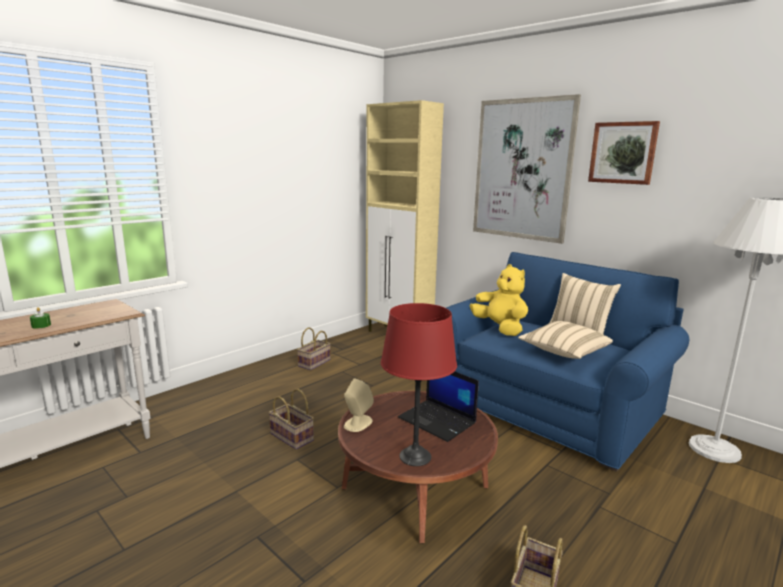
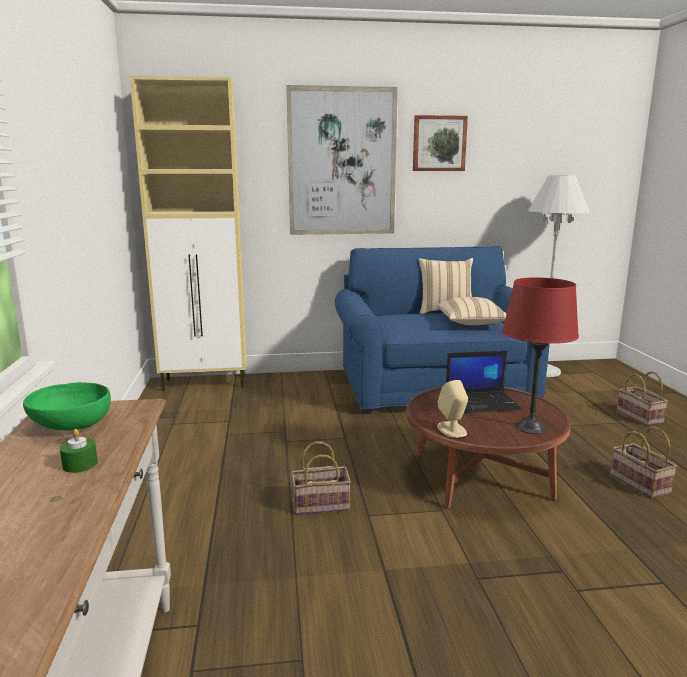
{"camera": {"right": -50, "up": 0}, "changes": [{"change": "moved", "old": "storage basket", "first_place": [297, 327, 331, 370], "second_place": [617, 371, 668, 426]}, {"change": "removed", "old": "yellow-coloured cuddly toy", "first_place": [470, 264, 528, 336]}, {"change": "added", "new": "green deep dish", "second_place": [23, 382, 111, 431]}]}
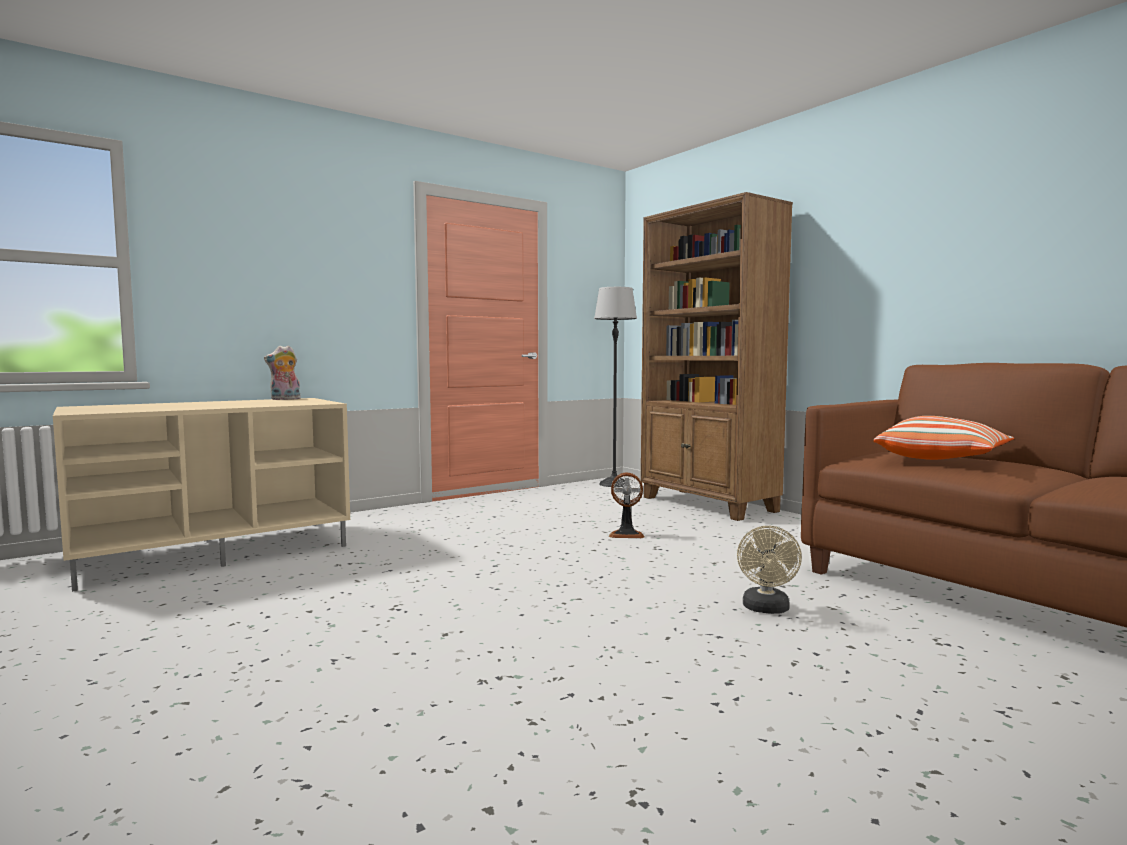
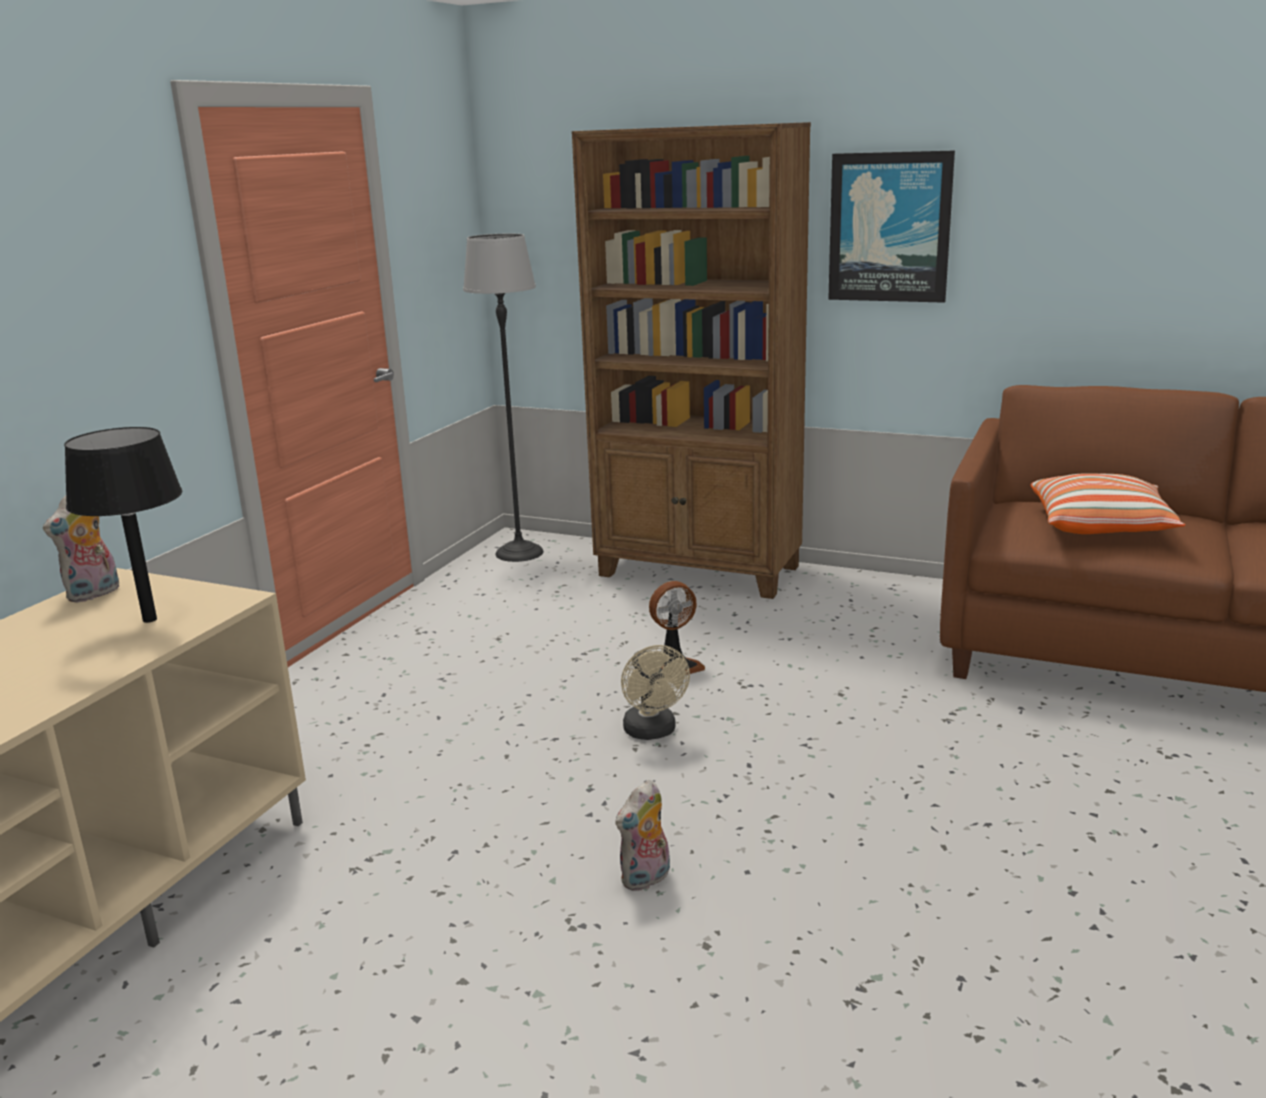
{"camera": {"right": -30, "up": 15}, "changes": [{"change": "moved", "old": "beige-coloured fan", "first_place": [737, 526, 802, 614], "second_place": [621, 645, 690, 740]}, {"change": "added", "new": "blackish tabletop lamp", "second_place": [64, 427, 182, 623]}, {"change": "added", "new": "cuddly toy", "second_place": [615, 780, 670, 891]}, {"change": "added", "new": "wall picture", "second_place": [828, 151, 955, 303]}]}
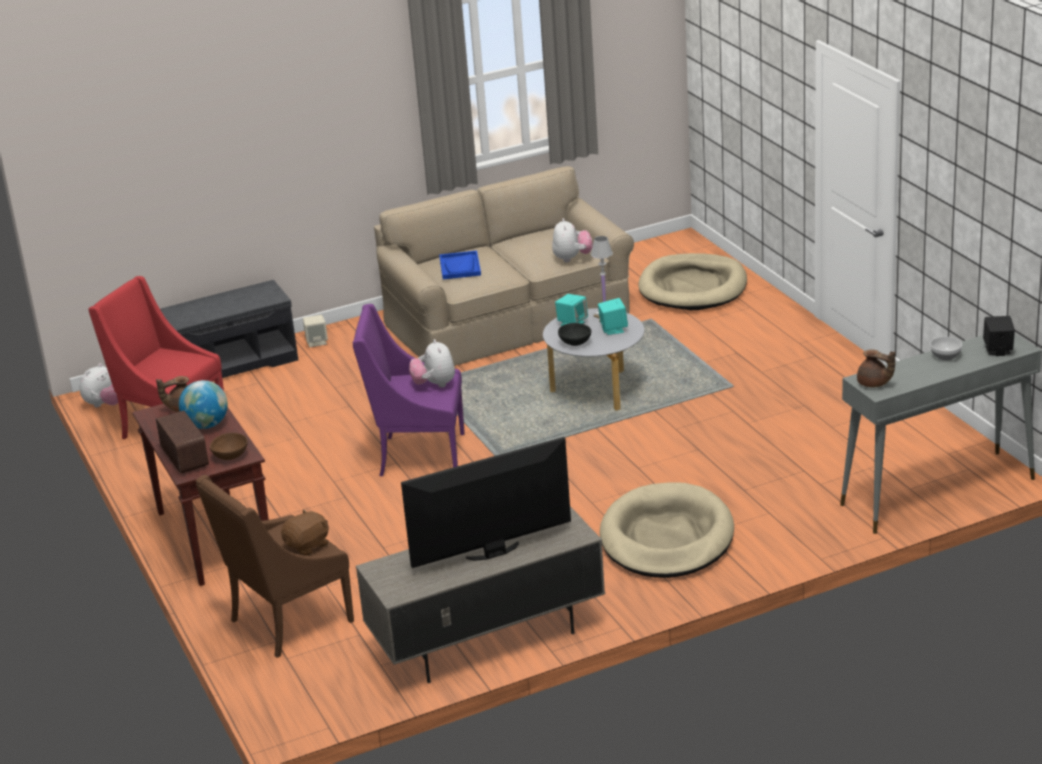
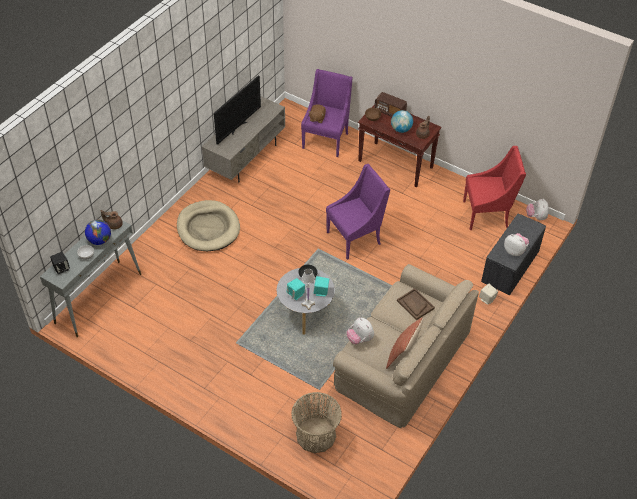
{"camera": {"right": 145, "up": 20}, "changes": [{"change": "recoloured", "old": "brown easy chair", "new": "purplish easy chair", "first_place": [196, 475, 354, 658], "second_place": [301, 69, 353, 157]}, {"change": "moved", "old": "cuddly toy", "first_place": [409, 339, 455, 388], "second_place": [504, 233, 529, 256]}, {"change": "recoloured", "old": "blue carrying tray", "new": "brown carrying tray", "first_place": [439, 251, 481, 279], "second_place": [397, 288, 435, 320]}, {"change": "replaced", "old": "beige-coloured dog cushion", "new": "storage basket", "first_place": [638, 253, 747, 310], "second_place": [291, 392, 342, 453]}, {"change": "added", "new": "globe", "second_place": [85, 220, 111, 245]}, {"change": "added", "new": "pillow", "second_place": [386, 317, 423, 369]}]}
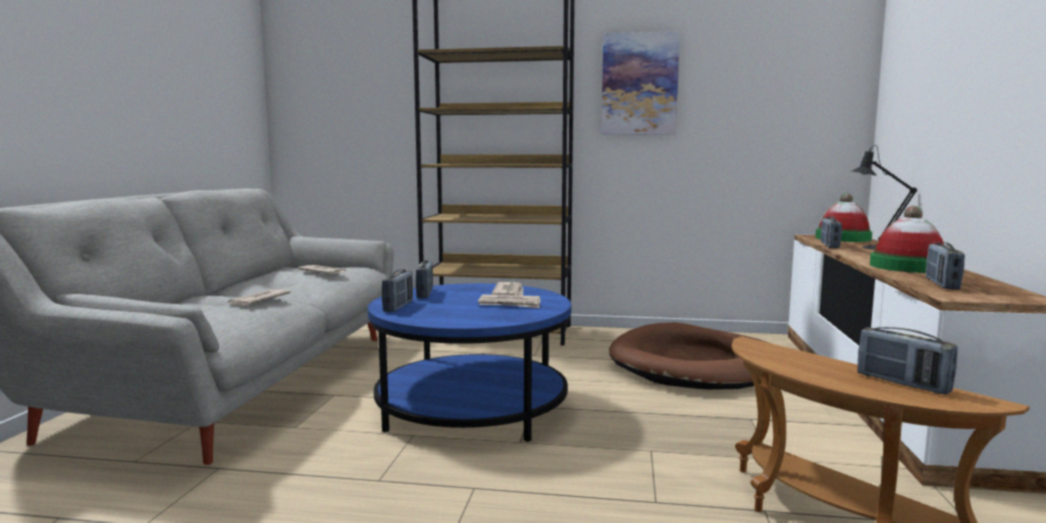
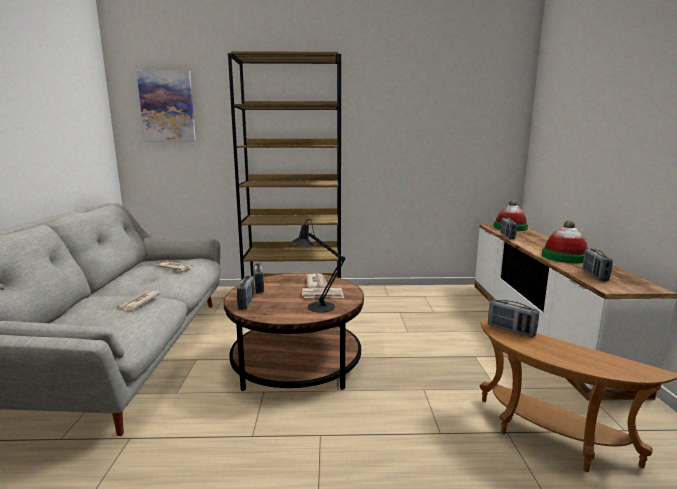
{"camera": {"right": -10, "up": 5}, "changes": [{"change": "recoloured", "old": "blue low table", "new": "brown low table", "first_place": [368, 283, 571, 442], "second_place": [224, 273, 364, 391]}, {"change": "moved", "old": "wall picture", "first_place": [601, 31, 680, 135], "second_place": [136, 70, 196, 141]}, {"change": "removed", "old": "brown dog cushion", "first_place": [609, 322, 772, 390]}, {"change": "moved", "old": "blackish tabletop lamp", "first_place": [852, 145, 917, 250], "second_place": [292, 219, 345, 312]}, {"change": "moved", "old": "radio set", "first_place": [857, 327, 958, 394], "second_place": [488, 299, 539, 337]}]}
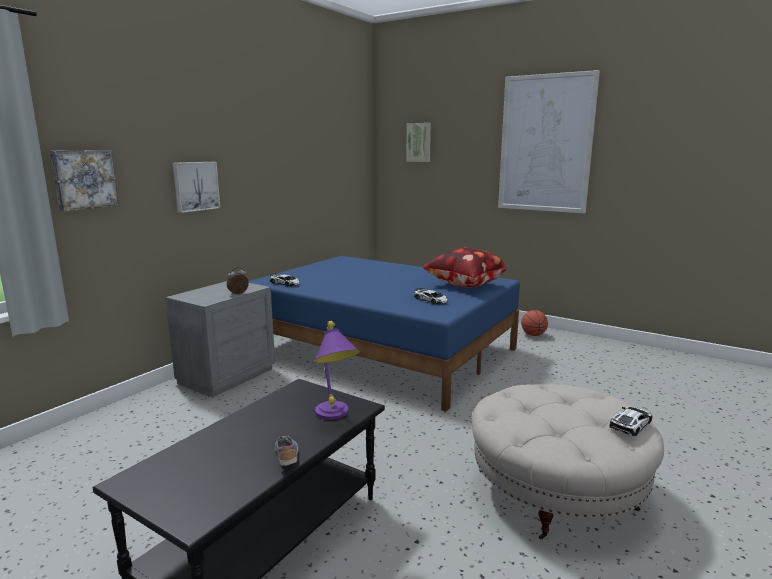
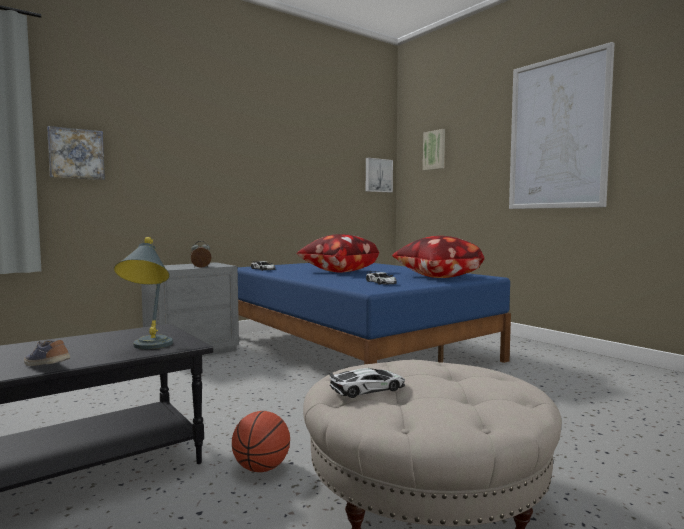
{"camera": {"right": 20, "up": -10}, "changes": [{"change": "moved", "old": "wall picture", "first_place": [173, 162, 220, 213], "second_place": [366, 158, 393, 193]}, {"change": "turned", "old": "item of footwear", "first_place": [275, 436, 298, 466], "second_place": [24, 340, 70, 366], "degrees": -60}, {"change": "recoloured", "old": "purplish tabletop lamp", "new": "gray tabletop lamp", "first_place": [314, 321, 360, 420], "second_place": [114, 237, 173, 349]}, {"change": "moved", "old": "basketball ball", "first_place": [521, 310, 548, 336], "second_place": [232, 411, 290, 472]}, {"change": "moved", "old": "model car", "first_place": [610, 406, 653, 436], "second_place": [329, 368, 405, 398]}, {"change": "added", "new": "pillow", "second_place": [296, 234, 379, 272]}]}
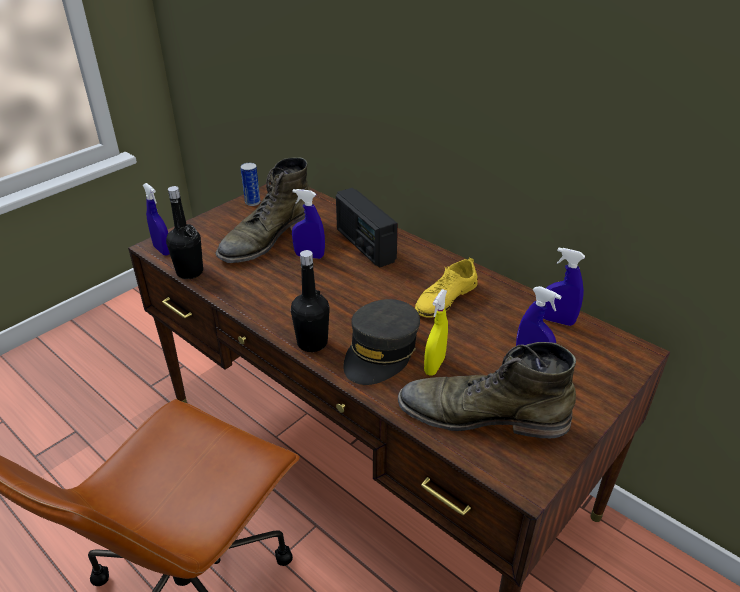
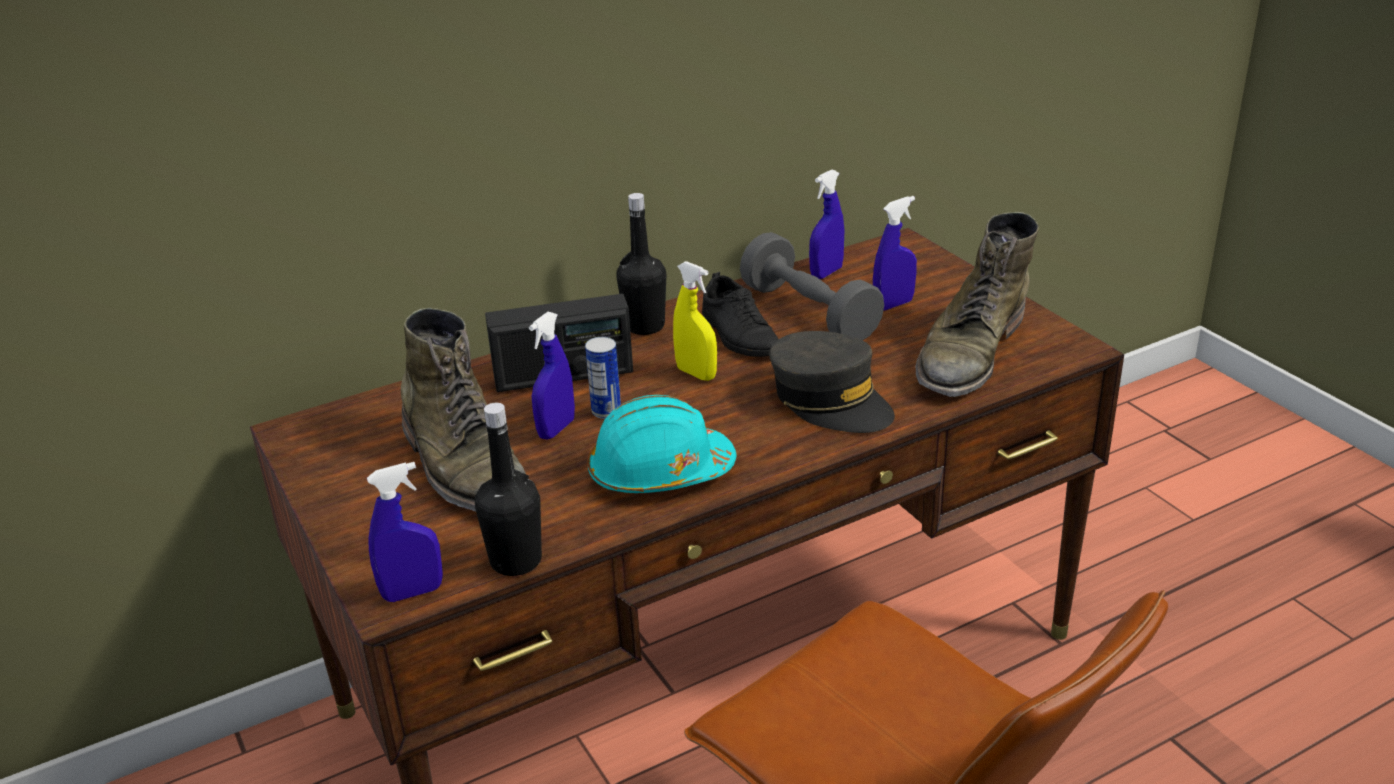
{"camera": {"right": -70, "up": -5}, "changes": [{"change": "moved", "old": "sealed can", "first_place": [240, 163, 260, 206], "second_place": [585, 337, 621, 419]}, {"change": "moved", "old": "blackish drink bottle", "first_place": [291, 250, 330, 352], "second_place": [616, 193, 666, 335]}, {"change": "recoloured", "old": "yellow-coloured item of footwear", "new": "blackish item of footwear", "first_place": [415, 257, 478, 318], "second_place": [702, 272, 778, 357]}, {"change": "moved", "old": "yellow-coloured spray bottle", "first_place": [424, 289, 448, 376], "second_place": [673, 261, 717, 381]}, {"change": "added", "new": "blue-green work helmet", "second_place": [587, 395, 736, 493]}, {"change": "added", "new": "gray hand weight", "second_place": [740, 232, 884, 340]}]}
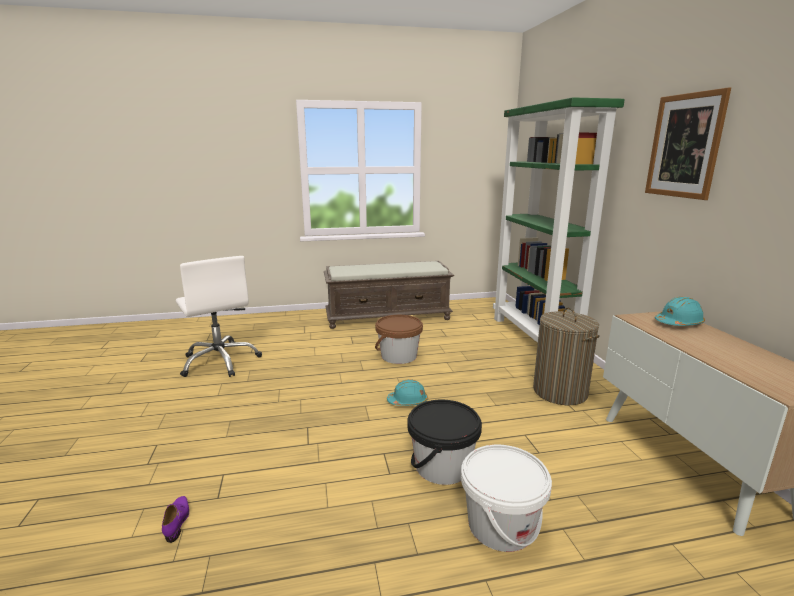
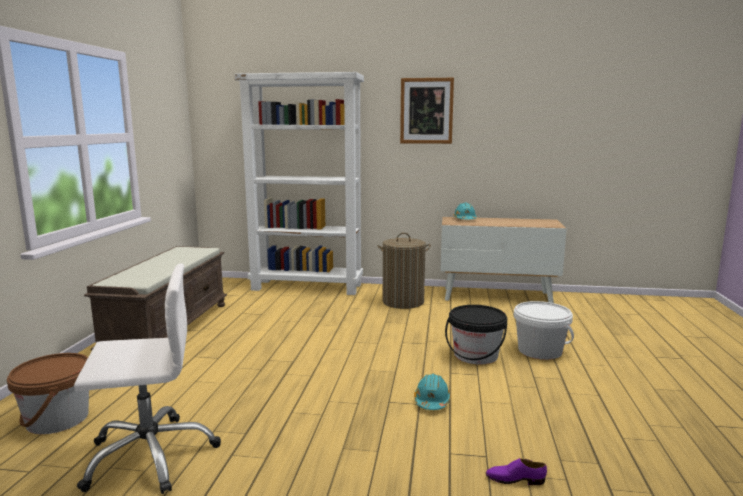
{"camera": {"right": -70, "up": -5}, "changes": [{"change": "moved", "old": "brown pail", "first_place": [375, 315, 423, 364], "second_place": [7, 353, 89, 434]}, {"change": "moved", "old": "blue-green work helmet", "first_place": [387, 379, 428, 406], "second_place": [414, 374, 451, 410]}, {"change": "recoloured", "old": "green bookshelf", "new": "whitish bookshelf", "first_place": [493, 97, 625, 343], "second_place": [235, 72, 364, 295]}]}
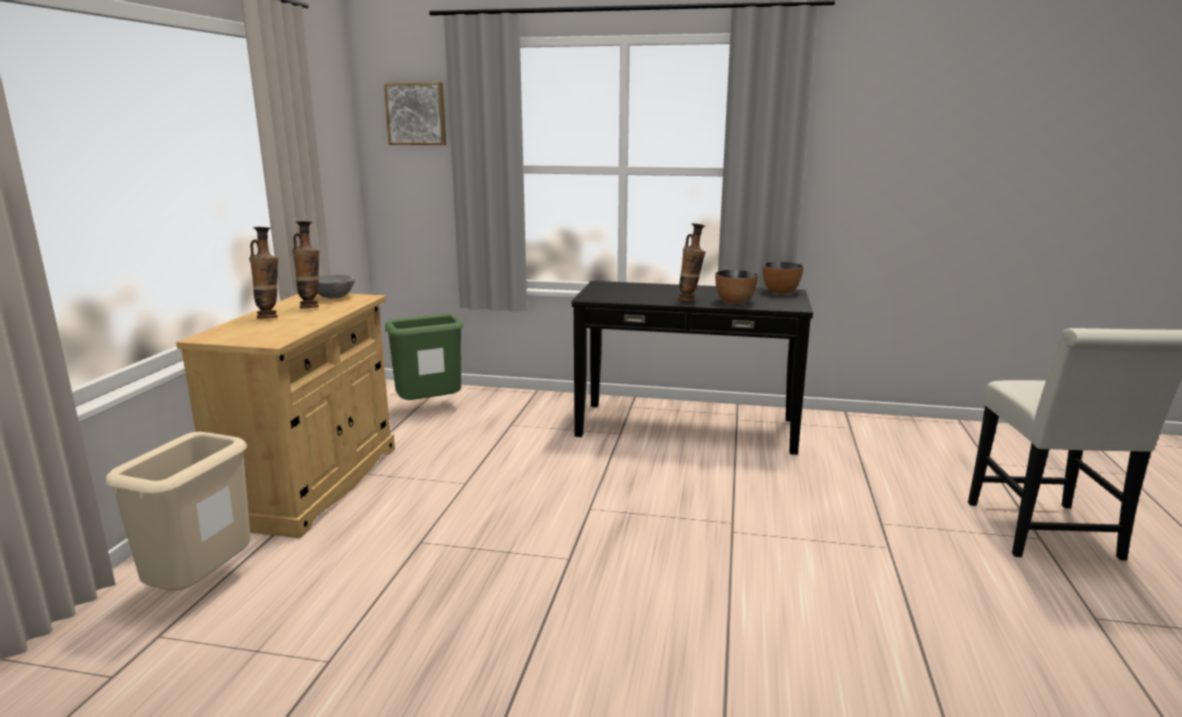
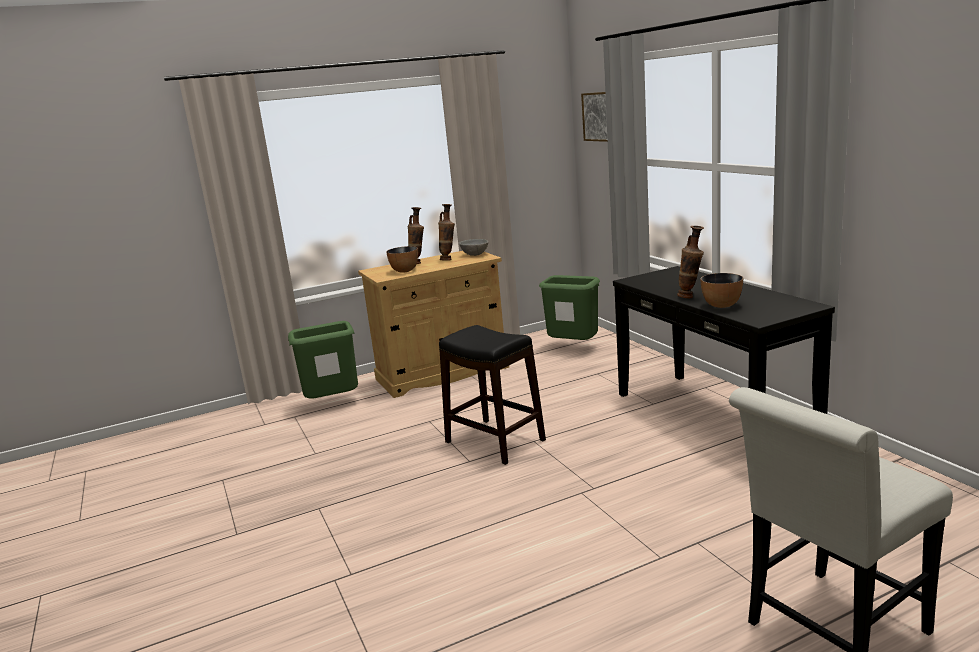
{"camera": {"right": 55, "up": 0}, "changes": [{"change": "recoloured", "old": "beige-coloured rubbish bin", "new": "green rubbish bin", "first_place": [106, 432, 251, 591], "second_place": [288, 321, 358, 399]}, {"change": "moved", "old": "deep dish", "first_place": [763, 262, 804, 294], "second_place": [386, 246, 418, 273]}, {"change": "added", "new": "blackish sitting stool", "second_place": [439, 325, 546, 465]}]}
